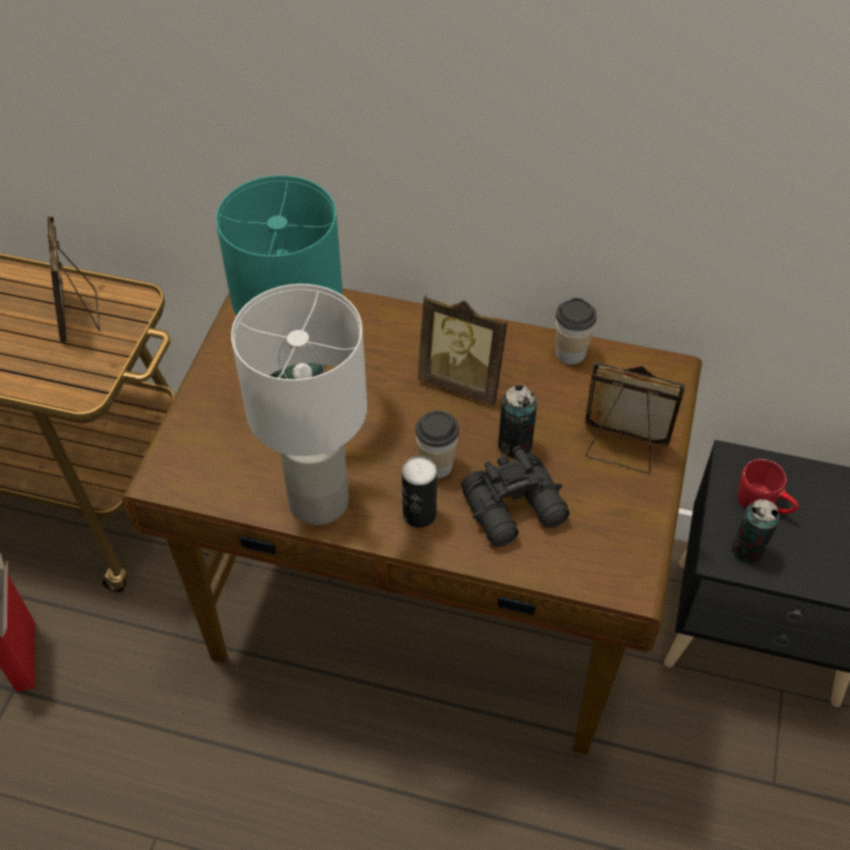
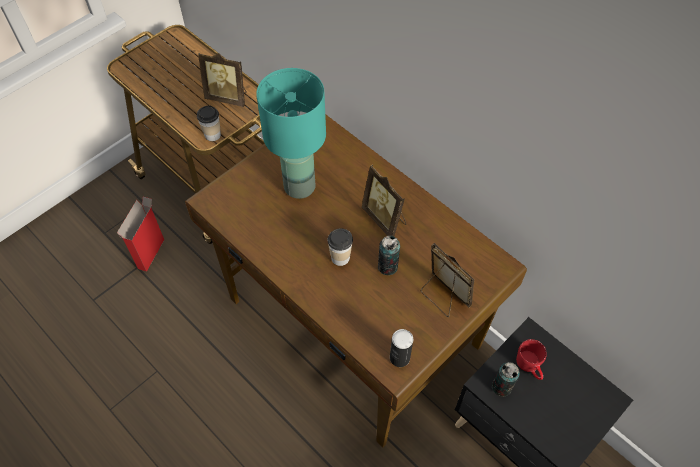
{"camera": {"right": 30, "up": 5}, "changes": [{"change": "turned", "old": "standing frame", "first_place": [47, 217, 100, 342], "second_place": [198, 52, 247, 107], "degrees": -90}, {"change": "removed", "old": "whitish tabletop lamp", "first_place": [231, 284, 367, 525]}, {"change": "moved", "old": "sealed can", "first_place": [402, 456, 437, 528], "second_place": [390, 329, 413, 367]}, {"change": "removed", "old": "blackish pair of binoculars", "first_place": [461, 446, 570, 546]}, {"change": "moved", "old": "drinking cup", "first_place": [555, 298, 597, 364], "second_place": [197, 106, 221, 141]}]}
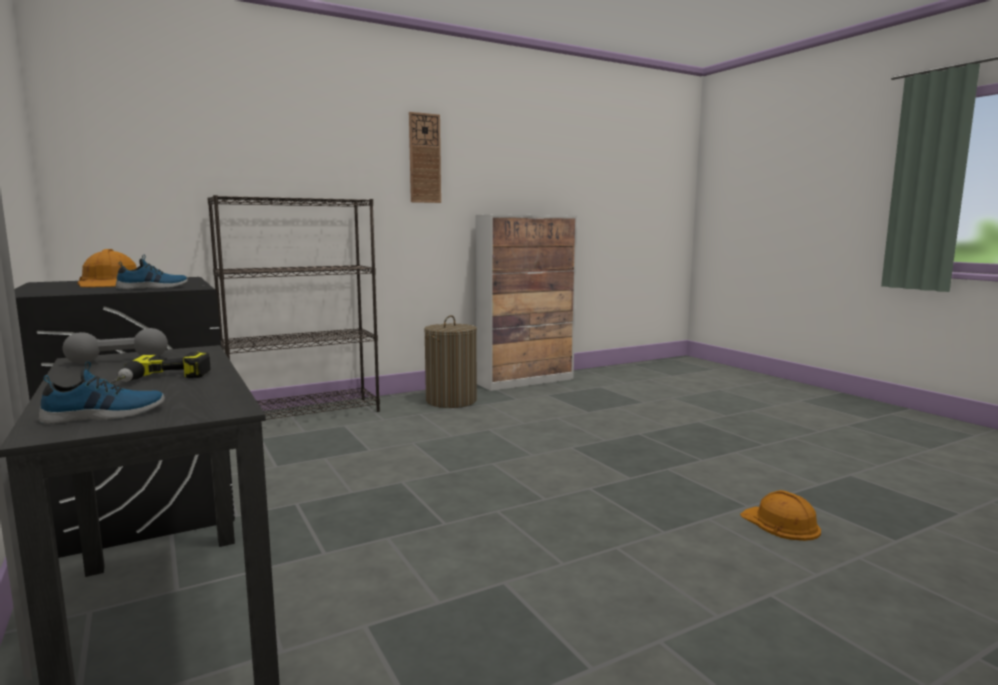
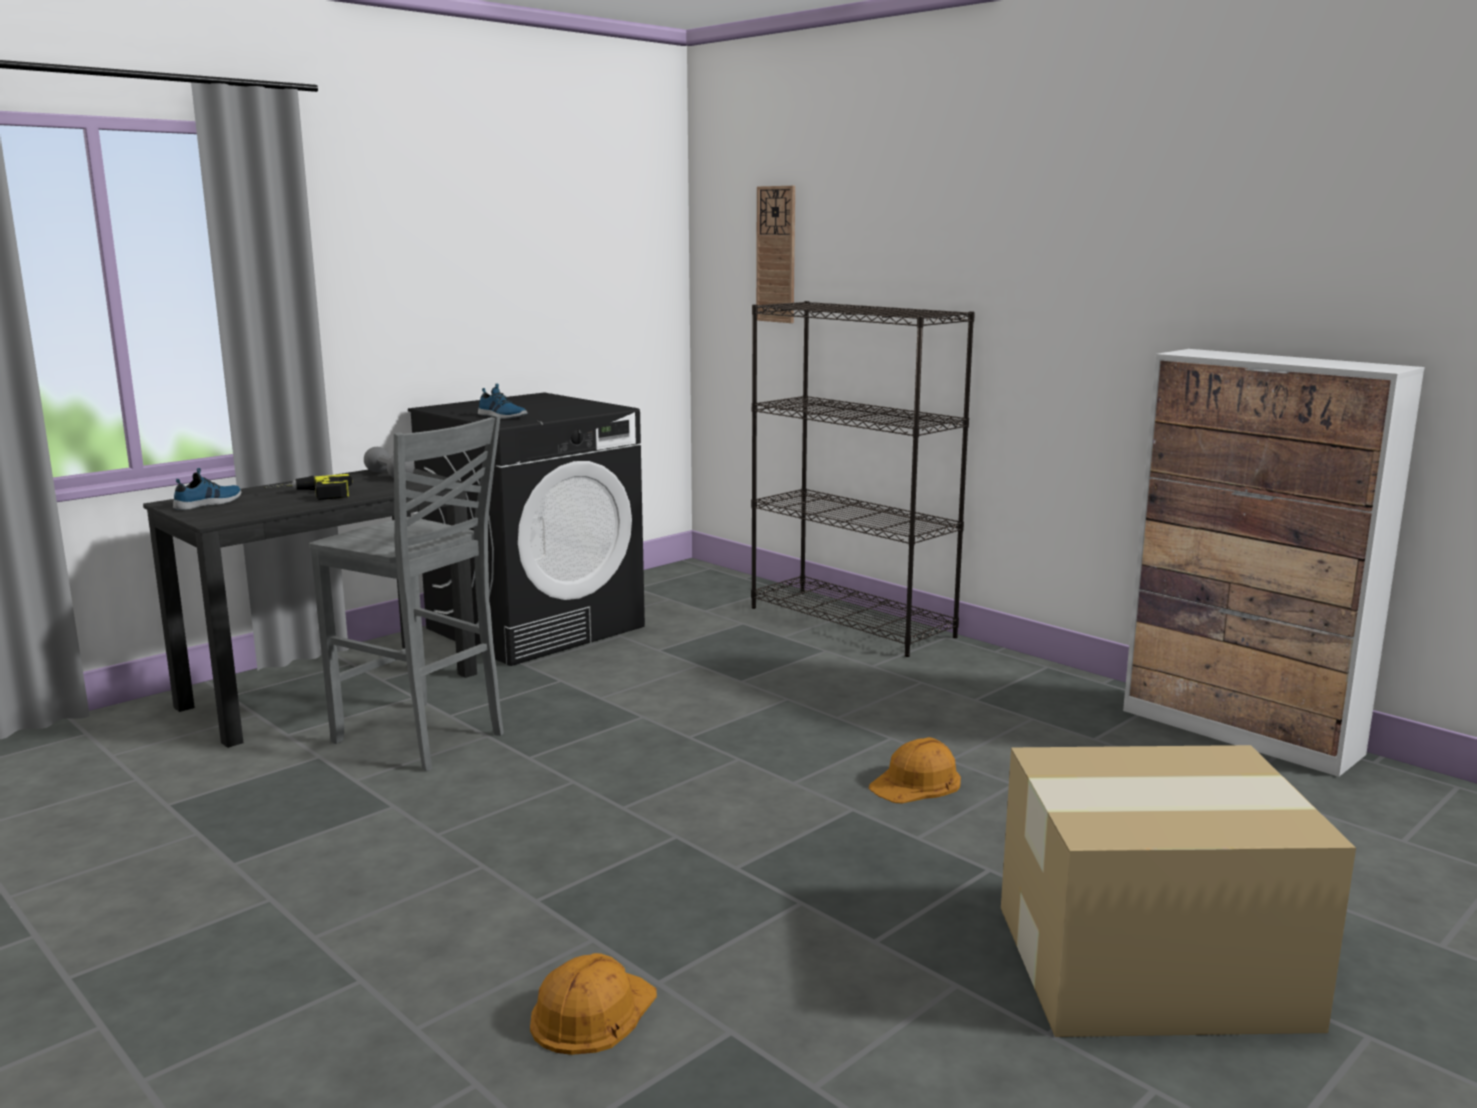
{"camera": {"right": 75, "up": 5}, "changes": [{"change": "turned", "old": "item of footwear", "first_place": [38, 361, 165, 424], "second_place": [173, 468, 241, 510], "degrees": -105}, {"change": "moved", "old": "orange-coloured work helmet", "first_place": [77, 249, 137, 287], "second_place": [869, 737, 961, 804]}, {"change": "moved", "old": "clock on the wall", "first_place": [409, 112, 441, 203], "second_place": [756, 186, 795, 323]}, {"change": "removed", "old": "hamper", "first_place": [424, 315, 477, 408]}, {"change": "added", "new": "gray sitting stool", "second_place": [309, 415, 504, 771]}, {"change": "added", "new": "packing box", "second_place": [1001, 745, 1356, 1037]}]}
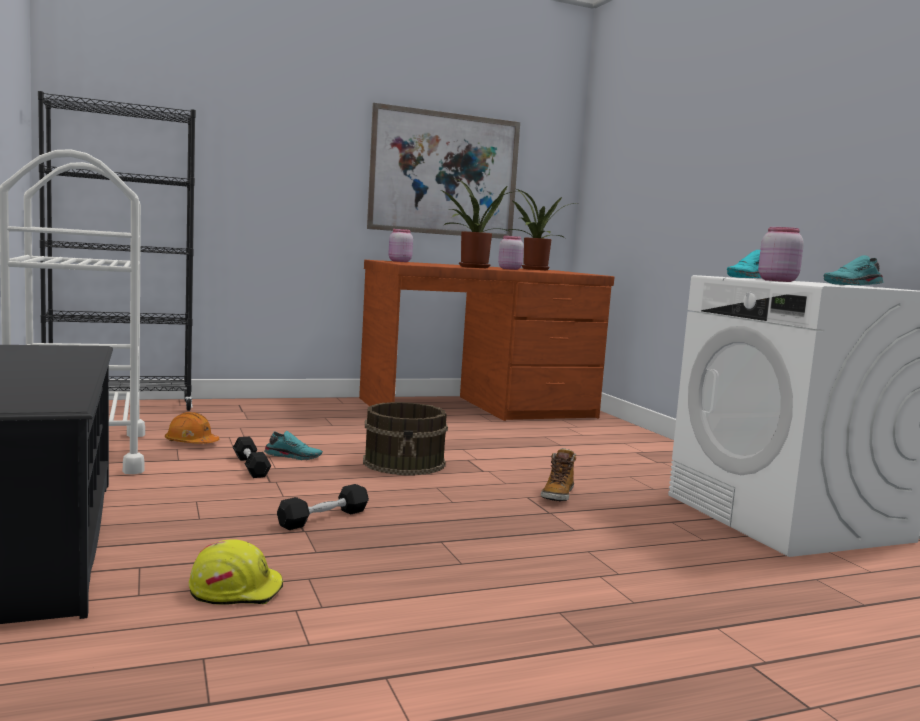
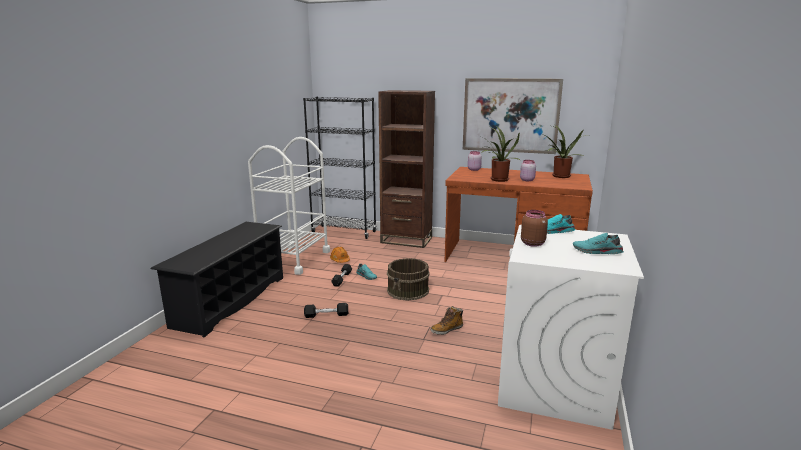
{"camera": {"right": 40, "up": 10}, "changes": [{"change": "removed", "old": "yellow-coloured work helmet", "first_place": [189, 539, 283, 605]}, {"change": "recoloured", "old": "pink-coloured jar", "new": "brown jar", "first_place": [758, 227, 804, 282], "second_place": [521, 210, 548, 247]}, {"change": "added", "new": "brown bookshelf", "second_place": [378, 90, 435, 248]}]}
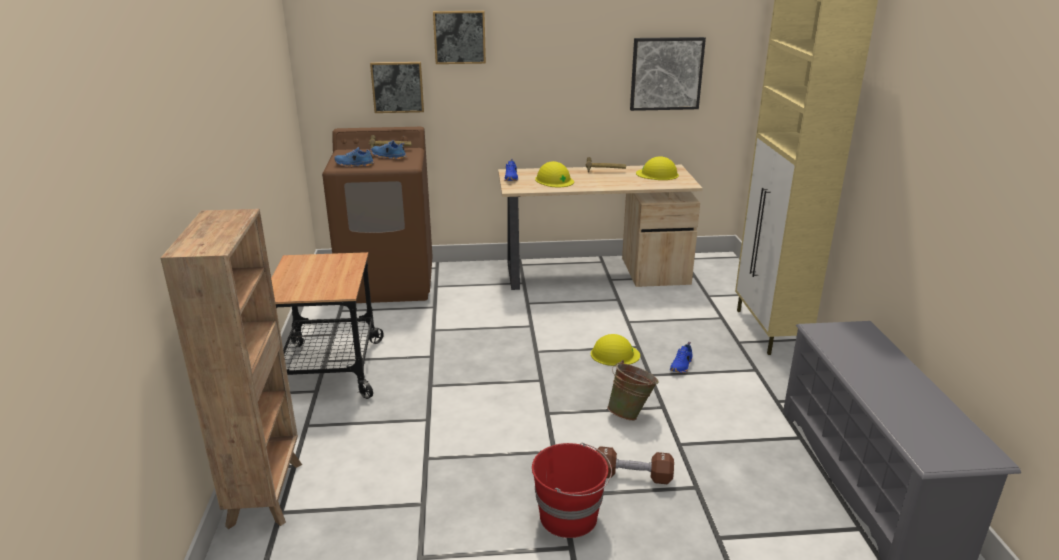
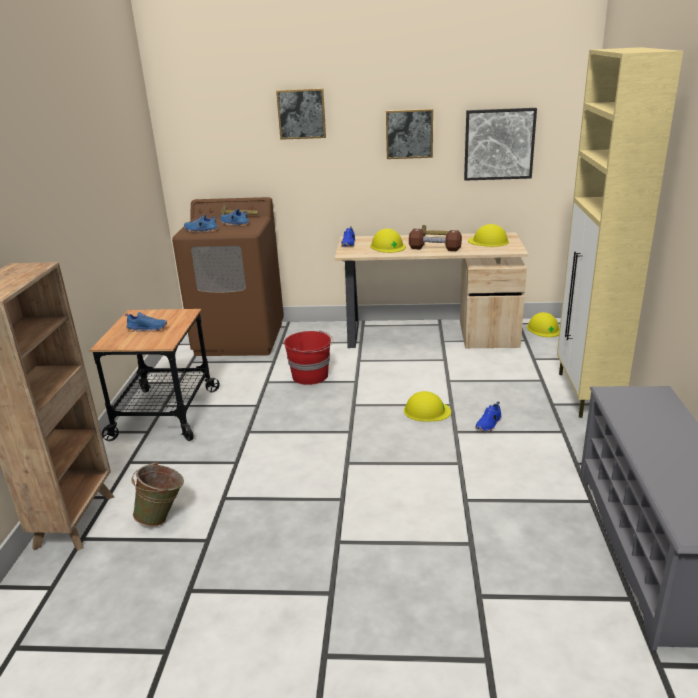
{"camera": {"right": 10, "up": 0}, "changes": [{"change": "moved", "old": "wall picture", "first_place": [370, 62, 424, 113], "second_place": [386, 109, 433, 159]}, {"change": "moved", "old": "reddish pail", "first_place": [532, 443, 612, 538], "second_place": [284, 330, 333, 385]}, {"change": "moved", "old": "brown hand weight", "first_place": [596, 446, 674, 484], "second_place": [409, 229, 462, 251]}, {"change": "moved", "old": "green pail", "first_place": [607, 360, 659, 421], "second_place": [132, 461, 184, 526]}, {"change": "added", "new": "blue item of footwear", "second_place": [125, 312, 167, 332]}, {"change": "added", "new": "yellow-coloured work helmet", "second_place": [527, 312, 560, 337]}]}
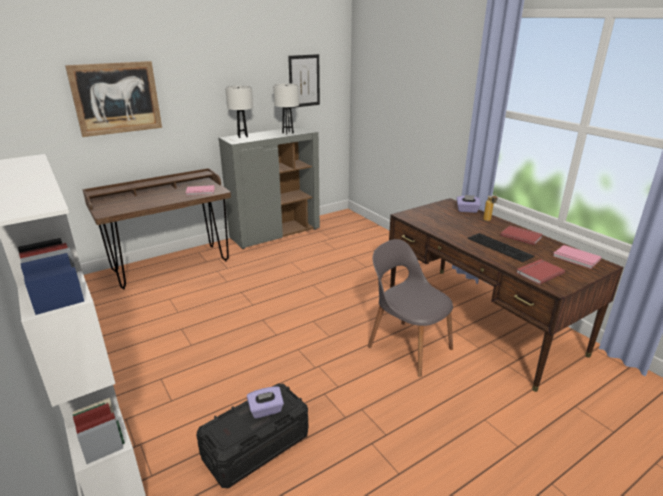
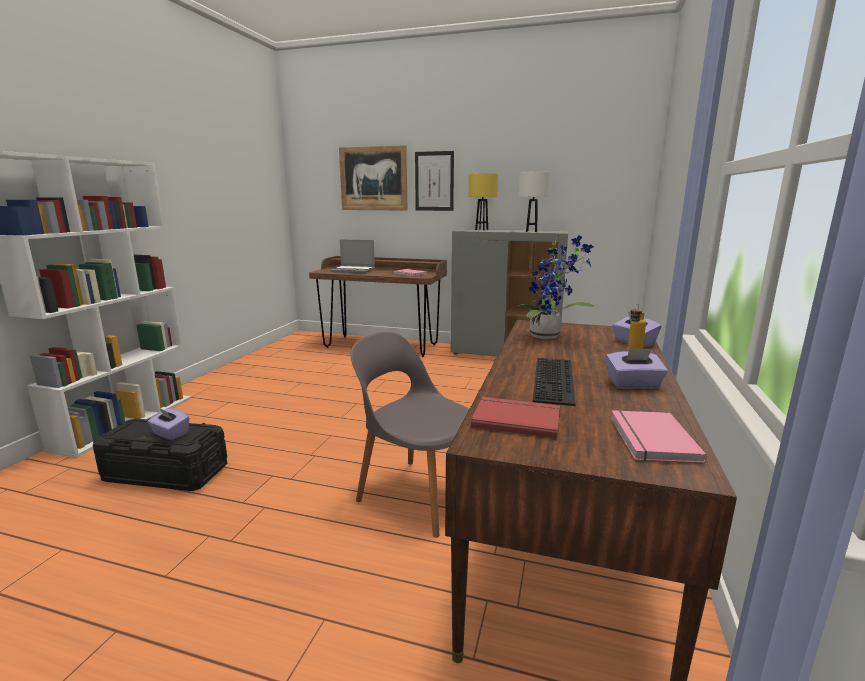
{"camera": {"right": 50, "up": -10}, "changes": [{"change": "recoloured", "old": "whitish tabletop lamp", "new": "yellow-coloured tabletop lamp", "first_place": [225, 85, 253, 138], "second_place": [469, 173, 498, 230]}, {"change": "moved", "old": "wall picture", "first_place": [288, 54, 320, 108], "second_place": [415, 151, 454, 211]}, {"change": "turned", "old": "gray chair", "first_place": [368, 239, 453, 377], "second_place": [350, 332, 469, 537], "degrees": -60}, {"change": "replaced", "old": "reddish book", "new": "purplish box of tissues", "first_place": [500, 226, 543, 245], "second_place": [606, 348, 668, 389]}, {"change": "added", "new": "notebook computer", "second_place": [331, 239, 375, 273]}, {"change": "added", "new": "plant in a pot", "second_place": [515, 236, 594, 339]}]}
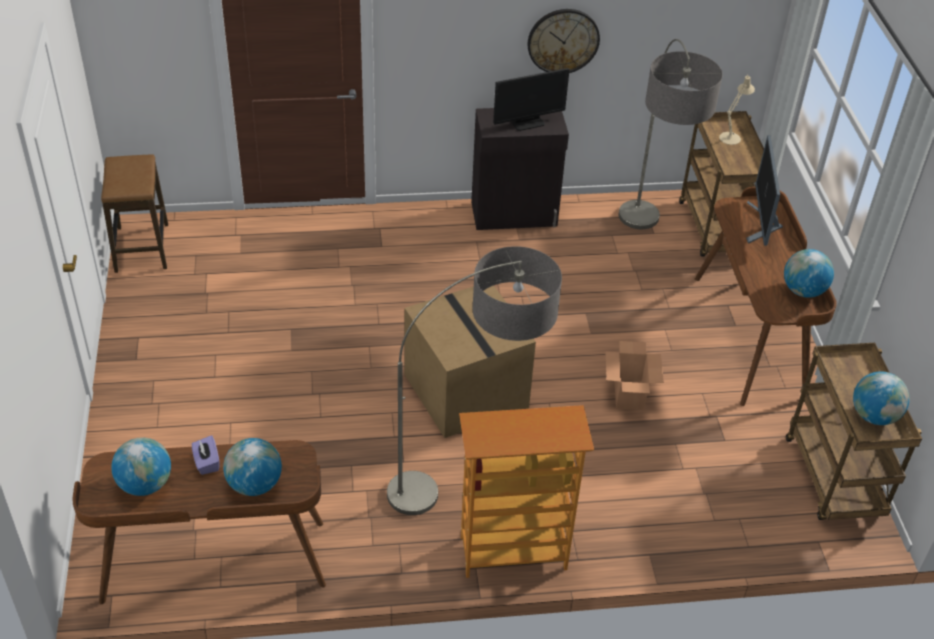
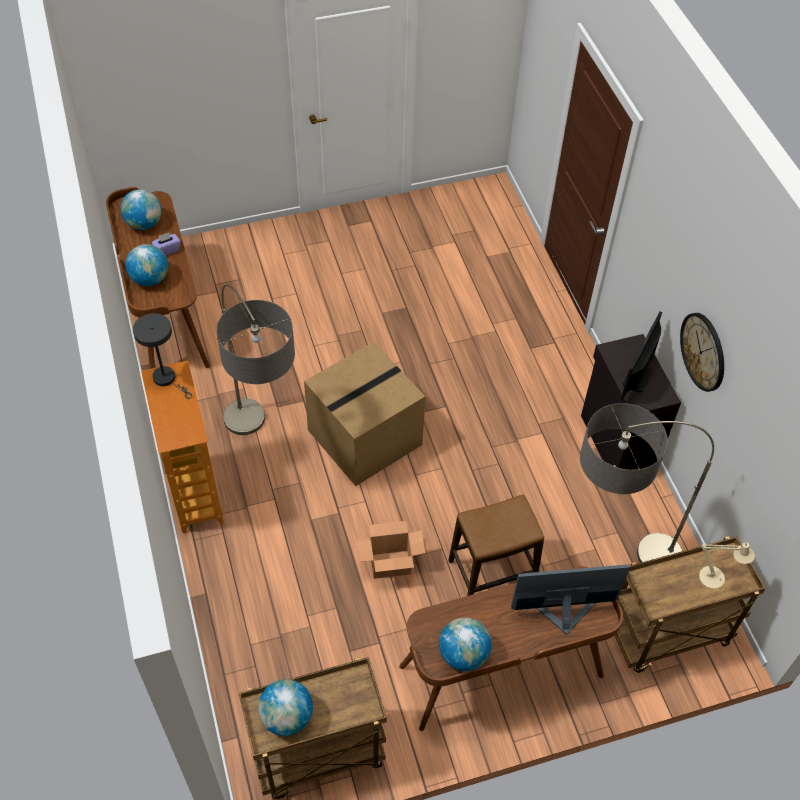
{"camera": {"right": 80, "up": 10}, "changes": [{"change": "moved", "old": "sitting stool", "first_place": [101, 155, 168, 273], "second_place": [448, 495, 544, 596]}, {"change": "turned", "old": "computer display", "first_place": [493, 68, 569, 131], "second_place": [621, 312, 662, 400], "degrees": 60}, {"change": "added", "new": "gray tabletop lamp", "second_place": [133, 313, 192, 399]}]}
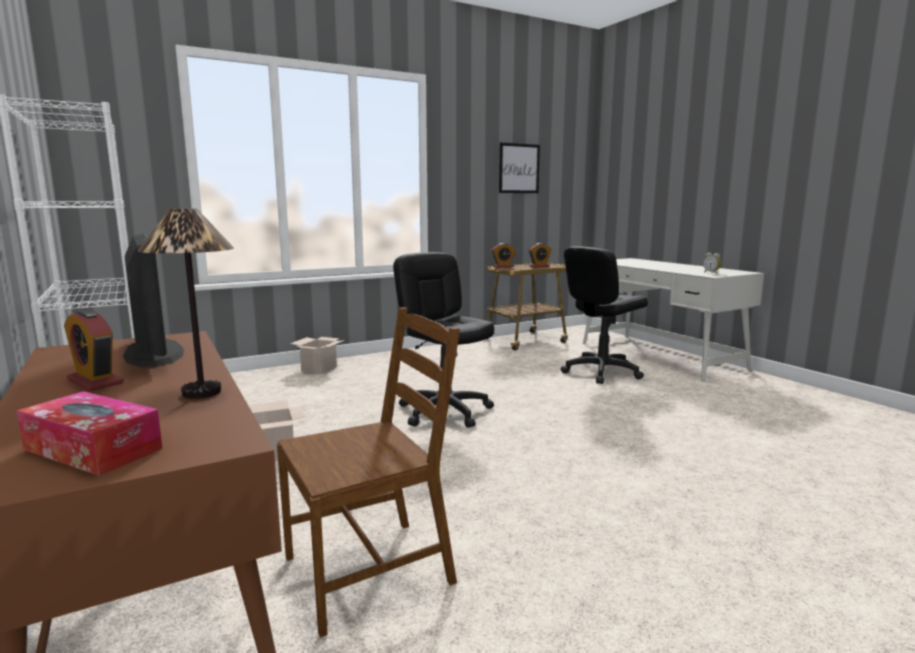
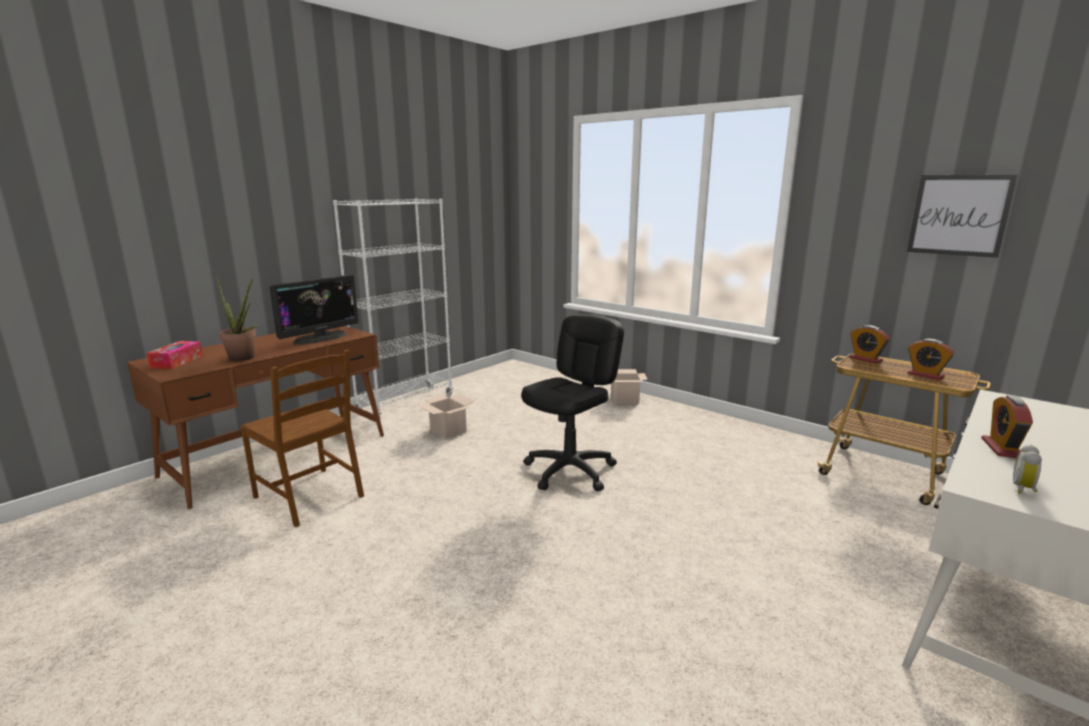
{"camera": {"right": 70, "up": 5}, "changes": [{"change": "moved", "old": "alarm clock", "first_place": [64, 309, 123, 391], "second_place": [981, 395, 1033, 458]}, {"change": "replaced", "old": "tabletop lamp", "new": "plant in a pot", "first_place": [138, 208, 234, 399], "second_place": [217, 277, 259, 361]}, {"change": "removed", "old": "blackish computer chair", "first_place": [561, 246, 648, 384]}]}
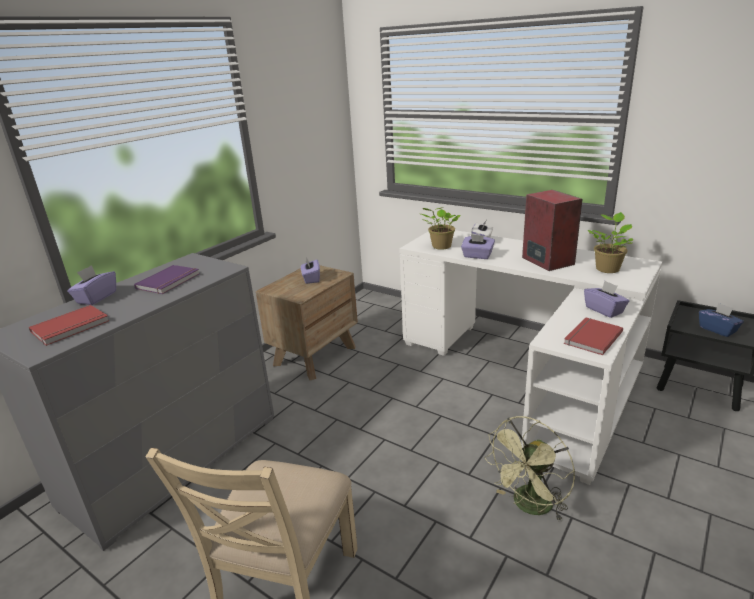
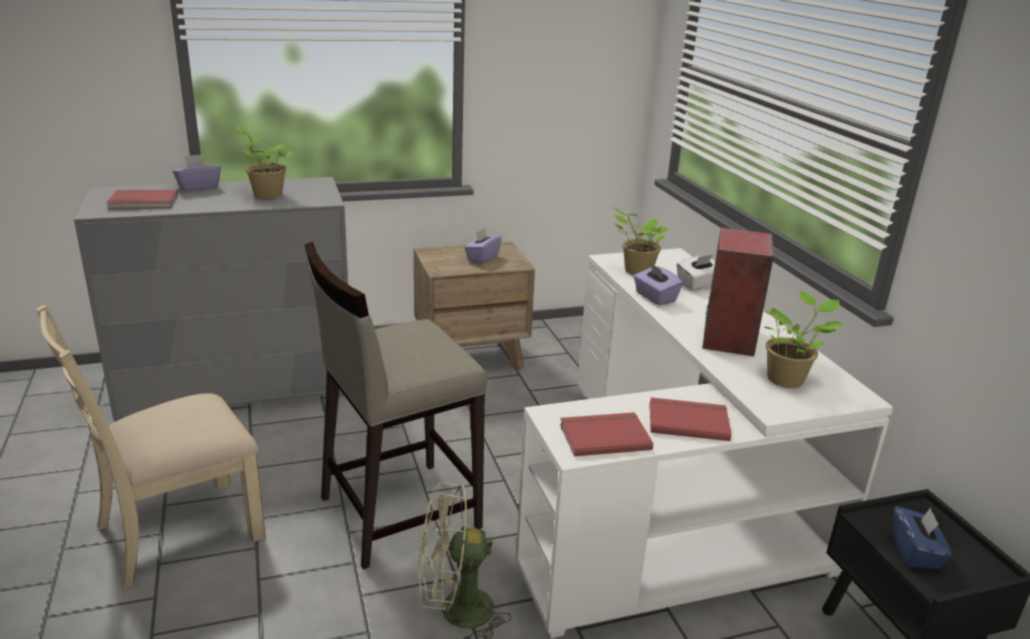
{"camera": {"right": 35, "up": 0}, "changes": [{"change": "replaced", "old": "purplish book", "new": "plant in a pot", "first_place": [134, 265, 200, 294], "second_place": [235, 126, 294, 199]}, {"change": "replaced", "old": "purplish box of tissues", "new": "reddish book", "first_place": [584, 281, 629, 318], "second_place": [649, 398, 731, 441]}, {"change": "added", "new": "beige-coloured sitting stool", "second_place": [304, 242, 487, 570]}]}
